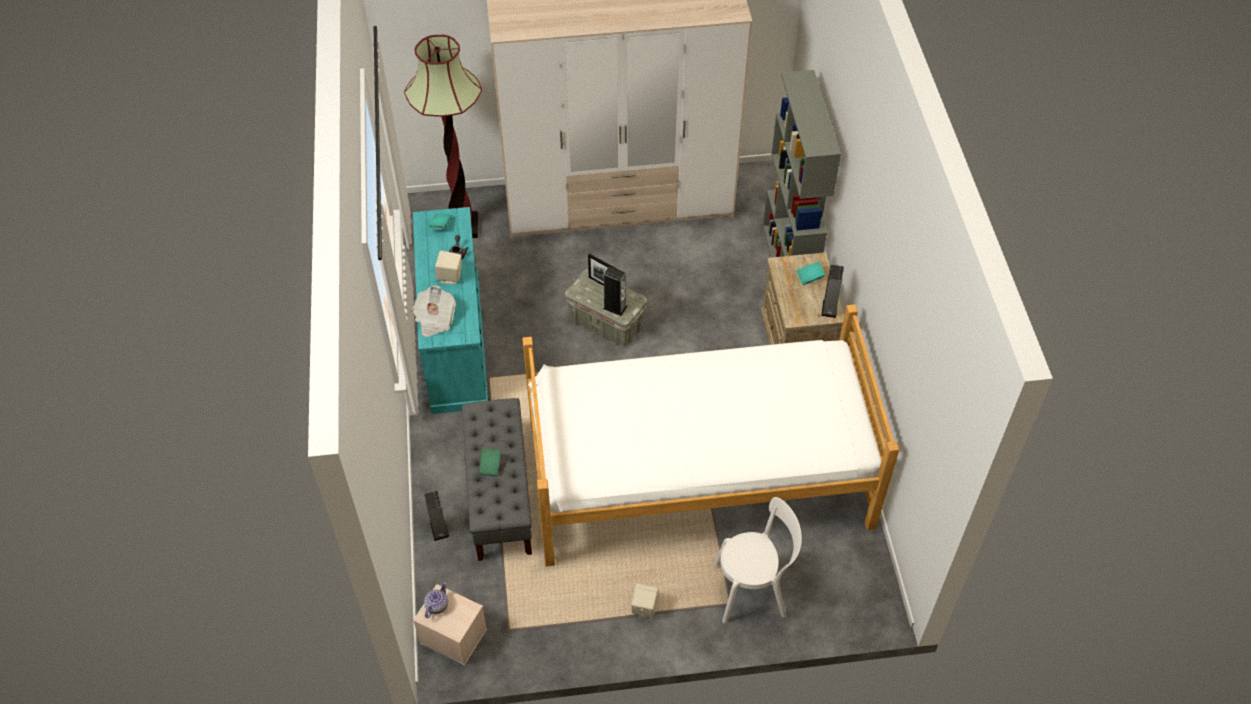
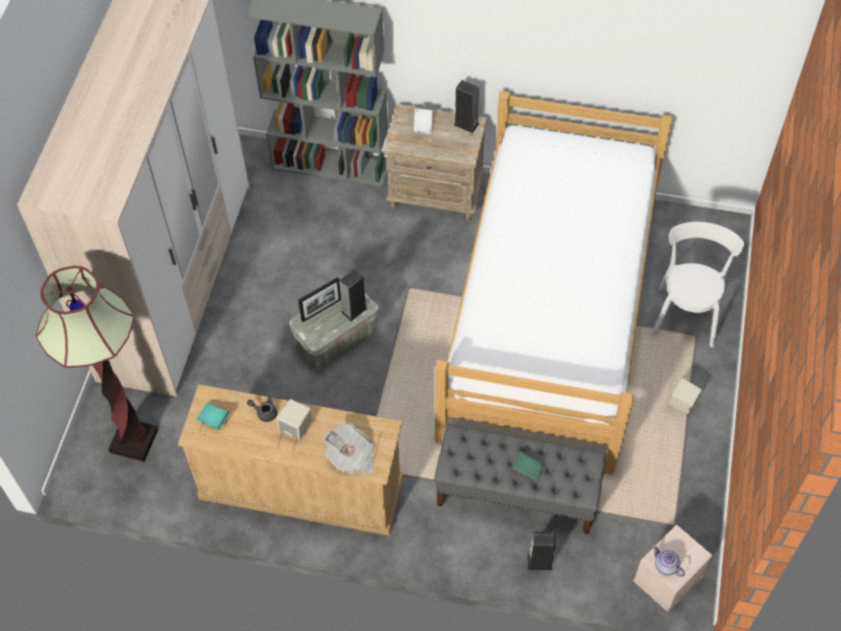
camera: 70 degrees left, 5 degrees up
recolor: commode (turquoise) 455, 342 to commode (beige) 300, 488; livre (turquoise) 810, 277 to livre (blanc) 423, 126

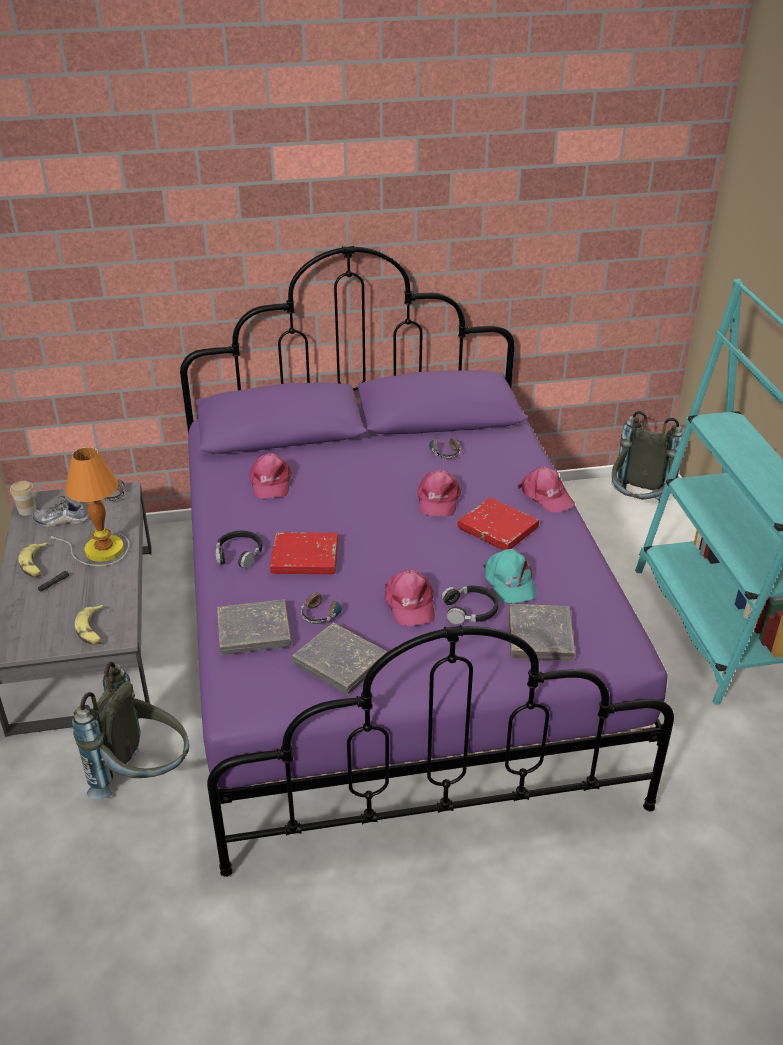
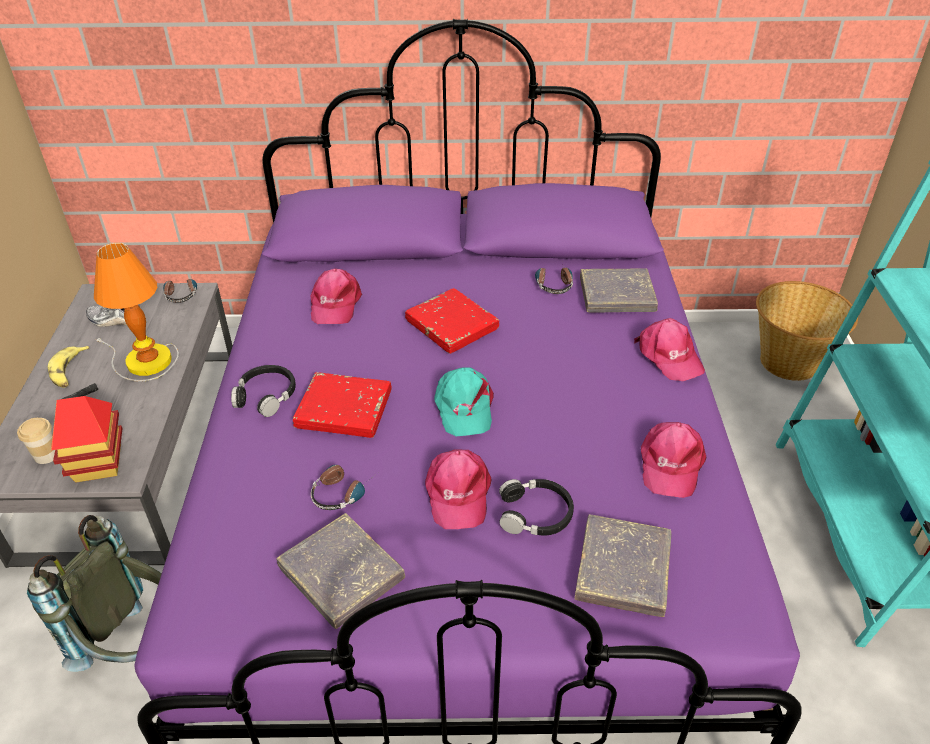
camera: 10 degrees right, 5 degrees up
move: casquette (rose) 438, 500 to 670, 464; tasse 27, 510 to 46, 455; livre (rouge) 498, 528 to 452, 325; casquette (turquoise) 509, 582 to 464, 407; livre (gris) 254, 631 to 617, 295
replace: sac à dos (gris) 637, 506 to panier 789, 361; banane 93, 630 to maison miniature 98, 463

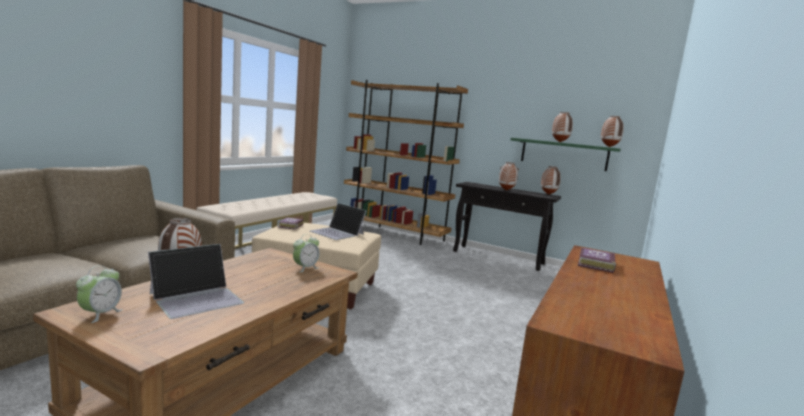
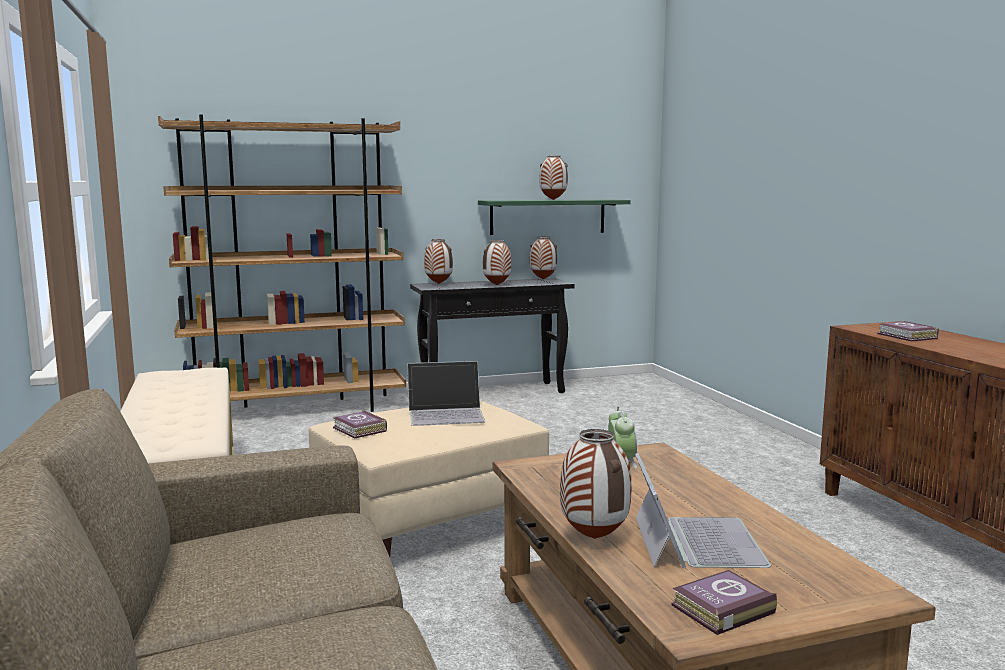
camera: 45 degrees left, 0 degrees up
move: vase 608, 147 to 438, 284
replace: réveil 100, 314 to livre 720, 609

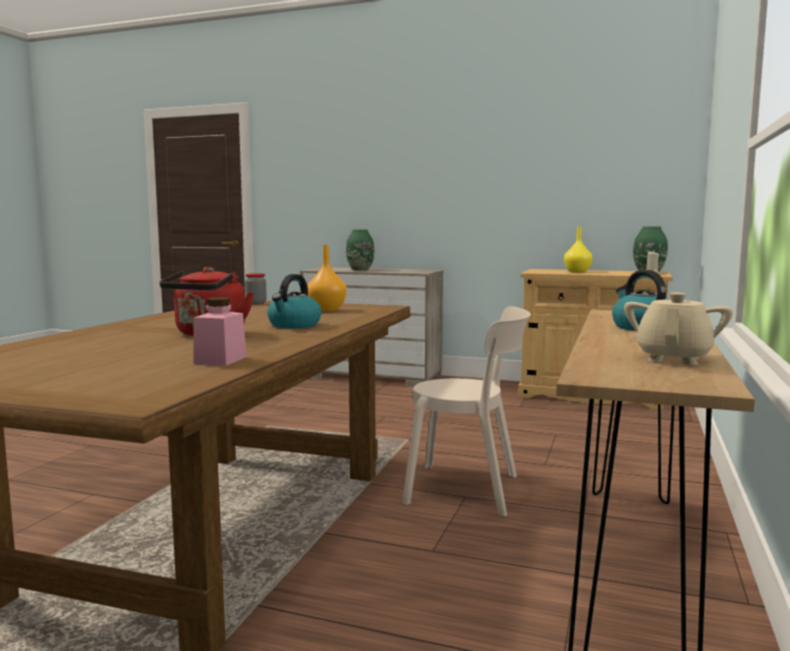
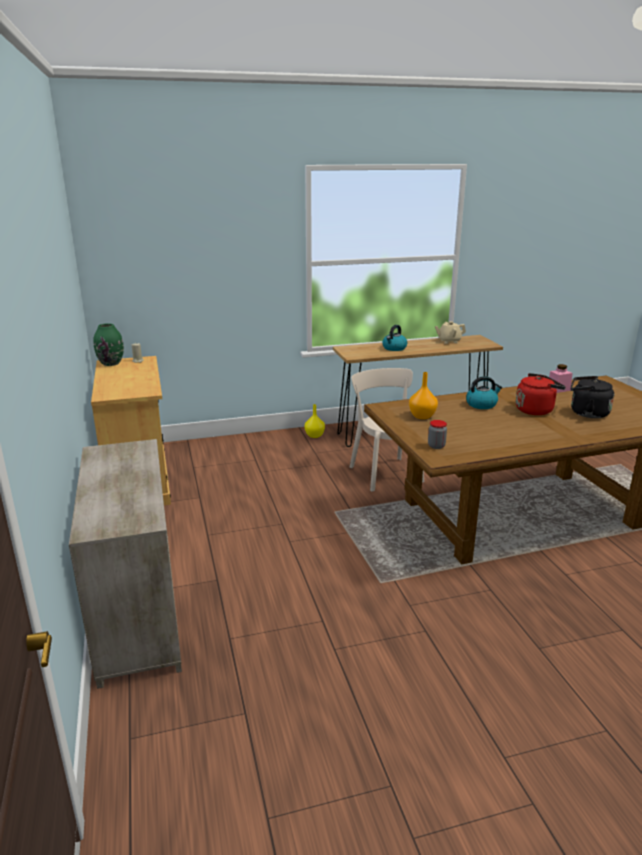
camera: 125 degrees left, 15 degrees up
delete: vase (vert) 360, 269
insert: bouilloire (noir) 586, 413
move: vase (jaune) 576, 272 to 314, 436

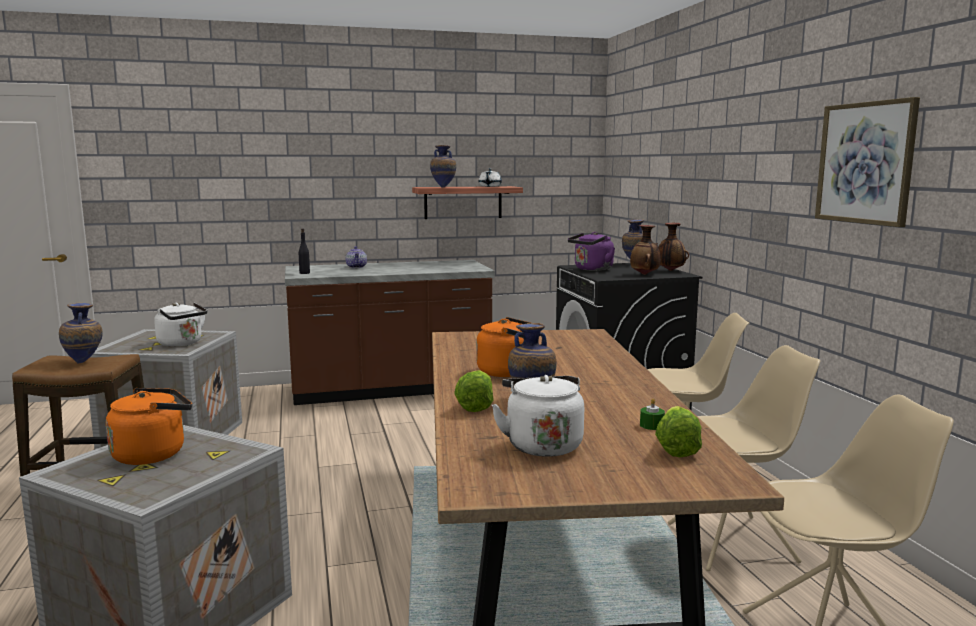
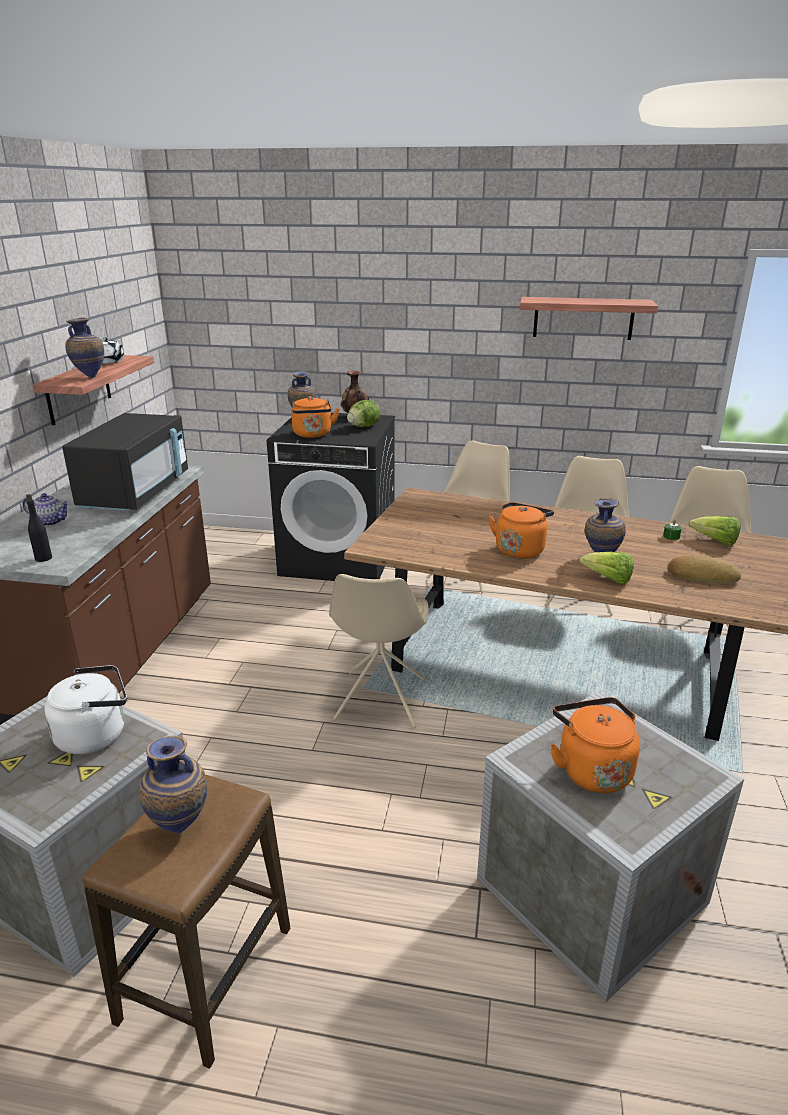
camera: 65 degrees left, 15 degrees up
insert: micro-ondes (noir) 136, 492; chaise (beige) 380, 700
replace: tableau 865, 163 to étagère 583, 318; vase 645, 274 to laitue 363, 426; bouilloire (blanc) 542, 444 to pain 701, 575
recolor: bouilloire (violet) 592, 269 to bouilloire (orange) 313, 435

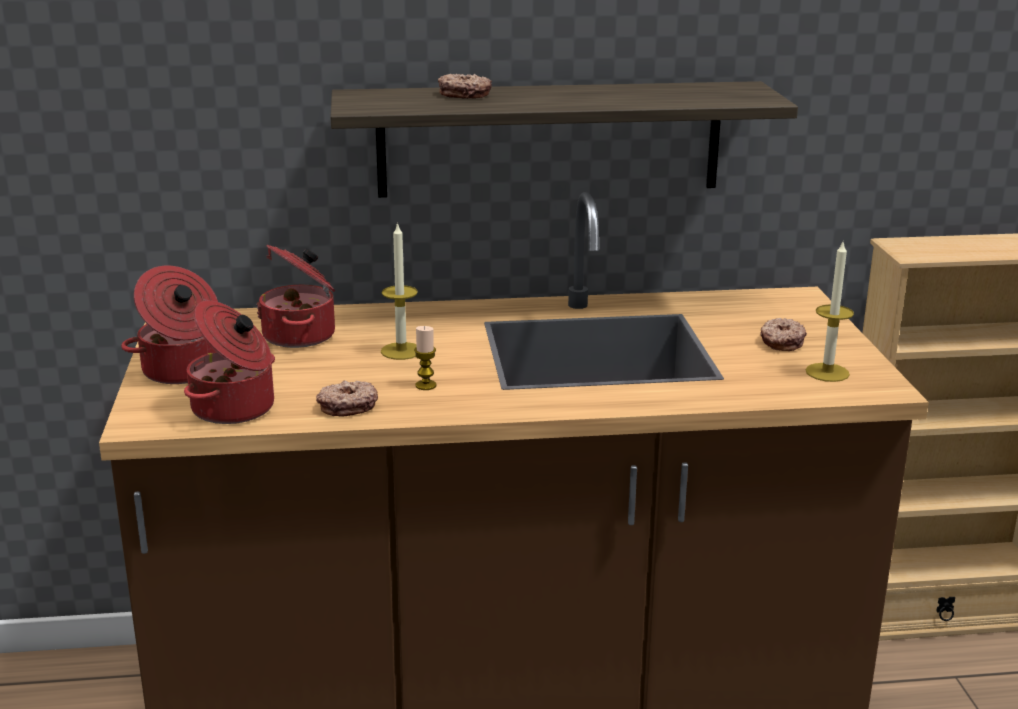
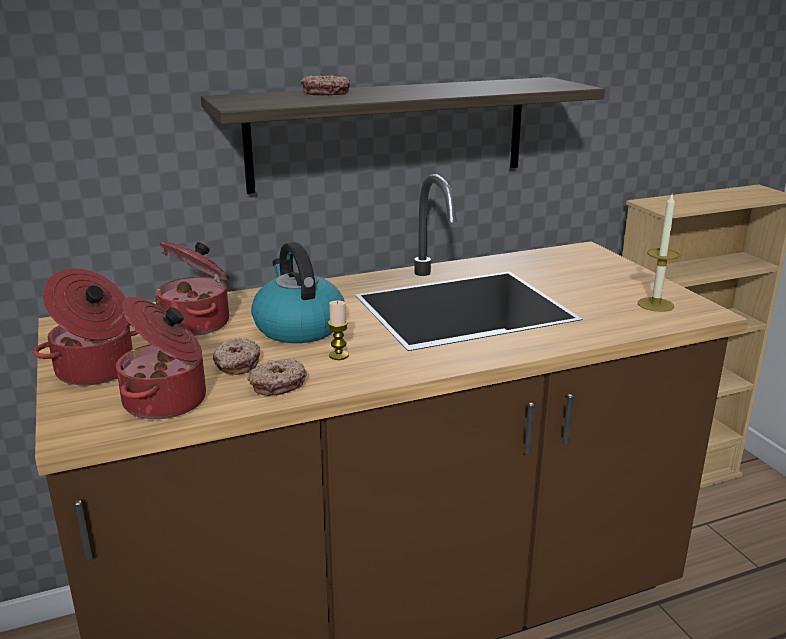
camera: 15 degrees left, 0 degrees up
move: beignet 781, 342 to 236, 364
replace: bougie 401, 351 to bouilloire 298, 327

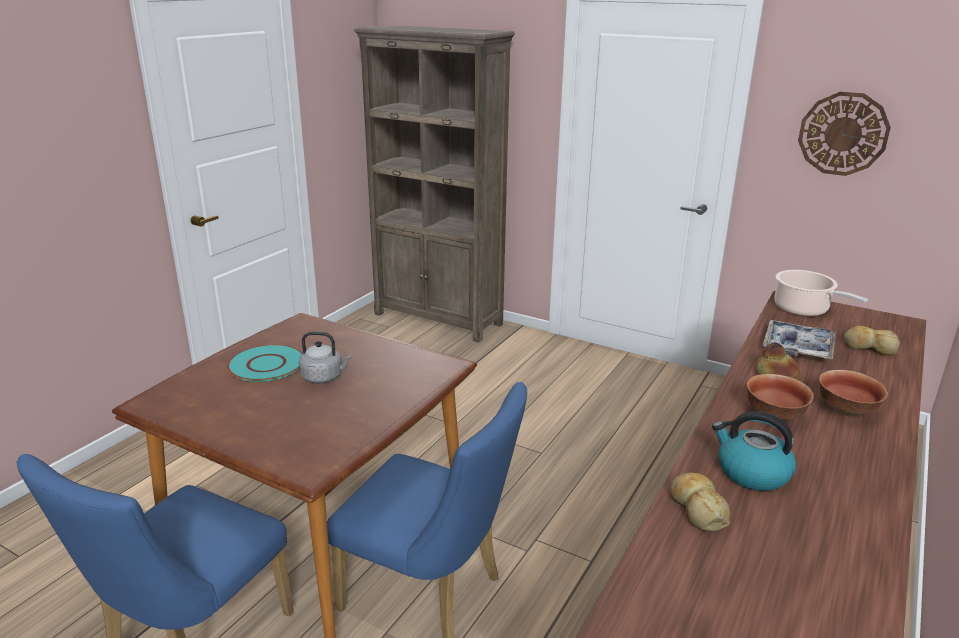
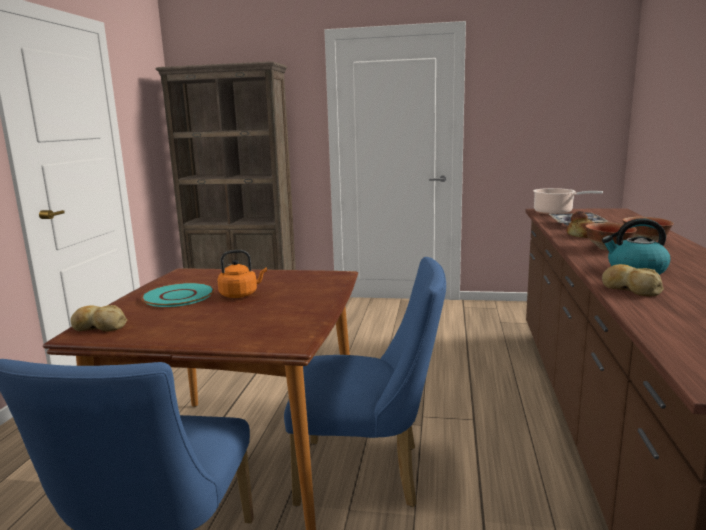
camera: 20 degrees left, 10 degrees down
delete: horloge murale 843, 134
move: pain 869, 347 to 99, 327
recolor: bouilloire (gris) 324, 377 to bouilloire (orange) 241, 295

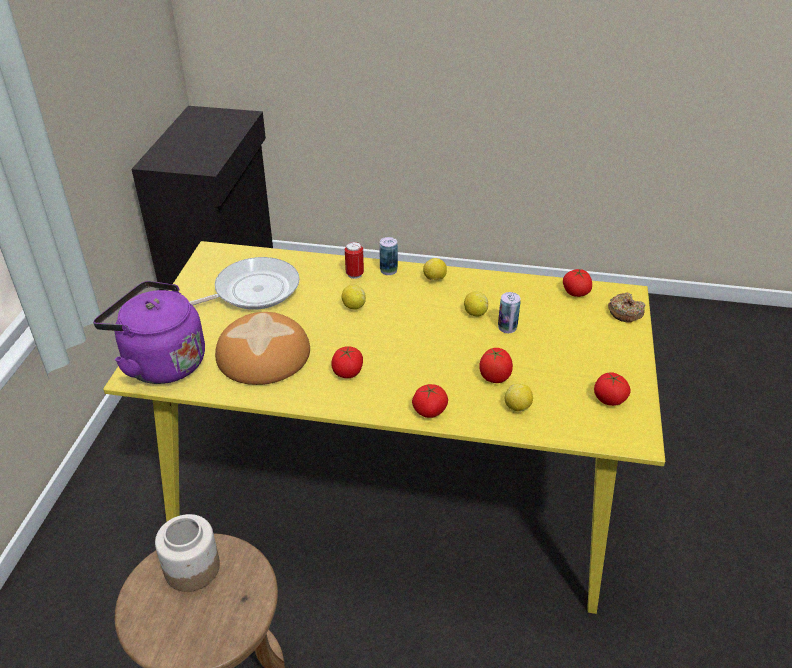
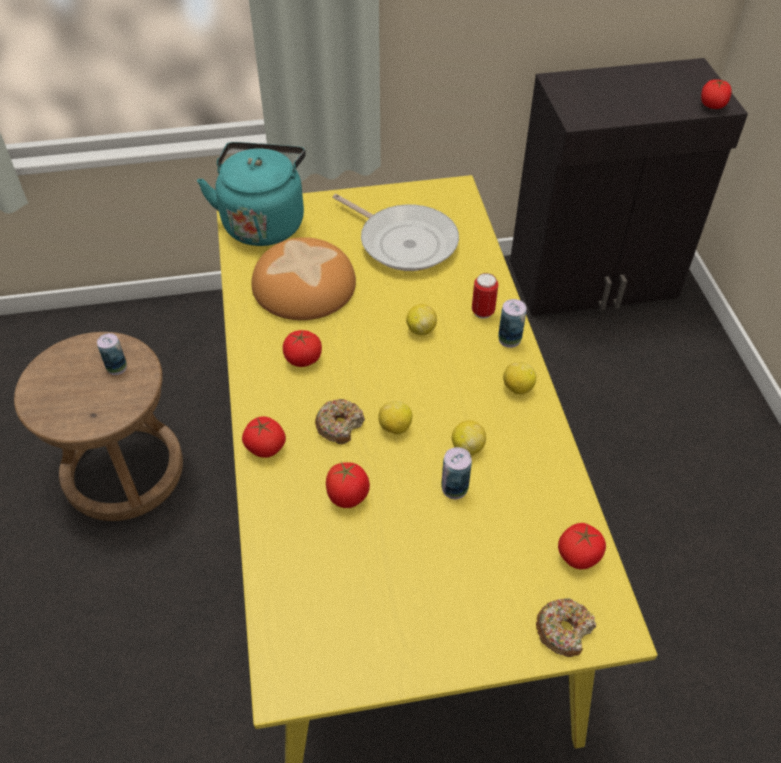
camera: 70 degrees right, 10 degrees up
insert: beignet 340, 425
move: tomate 609, 399 to 712, 105; citron 517, 407 to 395, 427
replace: bocal 192, 569 to boîte métallique 117, 367
recolor: bouilloire (violet) 160, 362 to bouilloire (turquoise) 264, 222

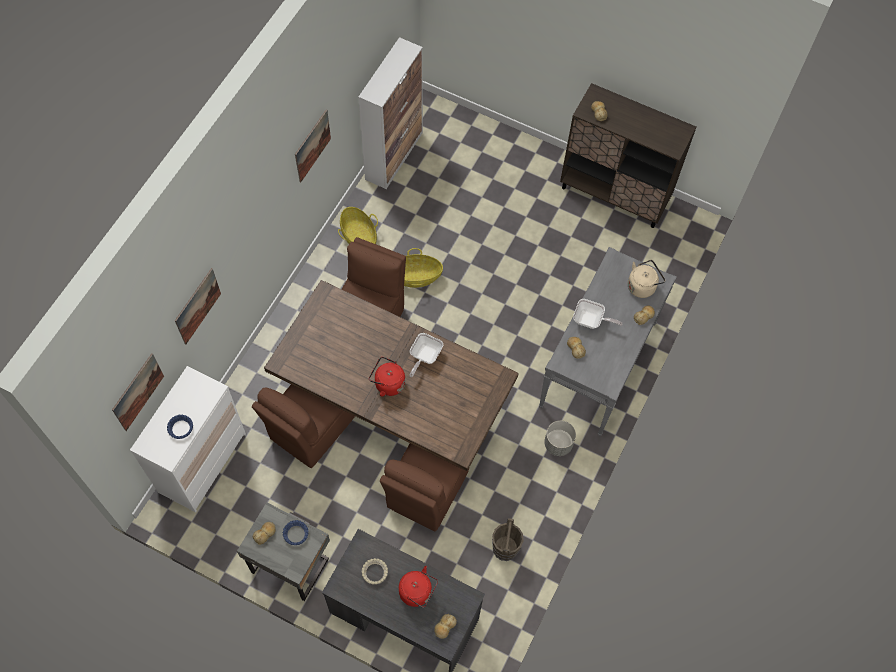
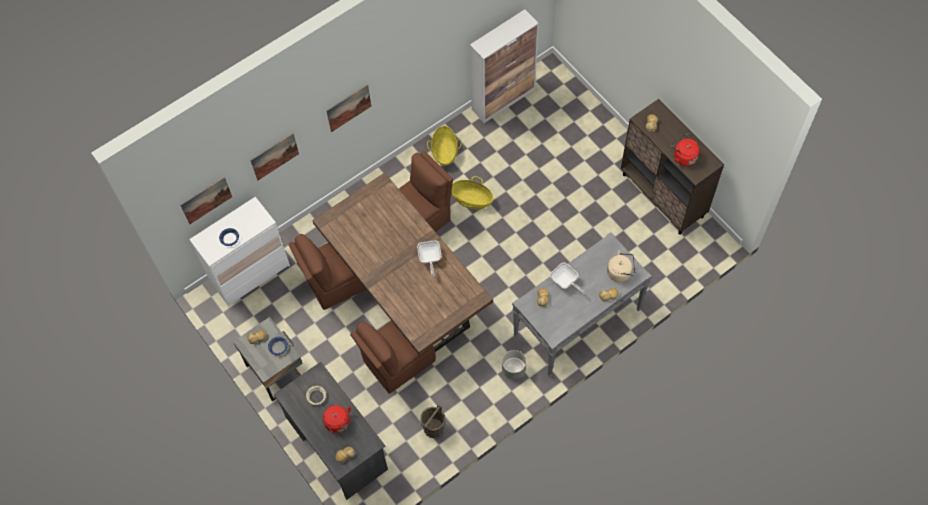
camera: 30 degrees right, 0 degrees up
move: tableau 312, 146 to 348, 107; bouilloire (rouge) 387, 383 to 683, 156
rotate: poêle 424, 357 = 429, 259 60 degrees counterclockwise

